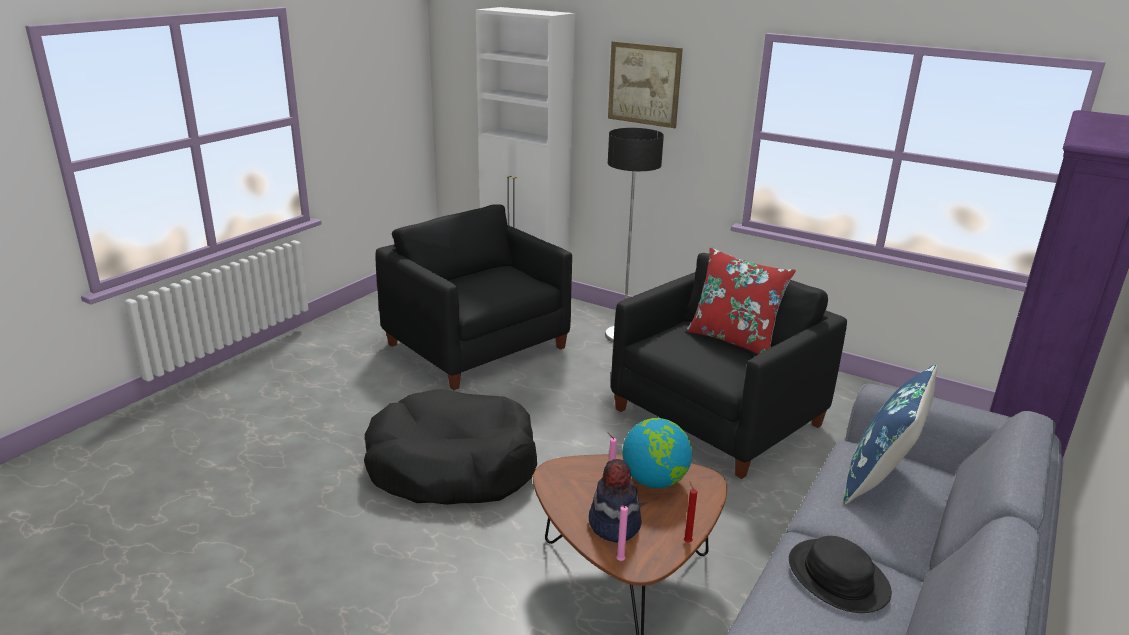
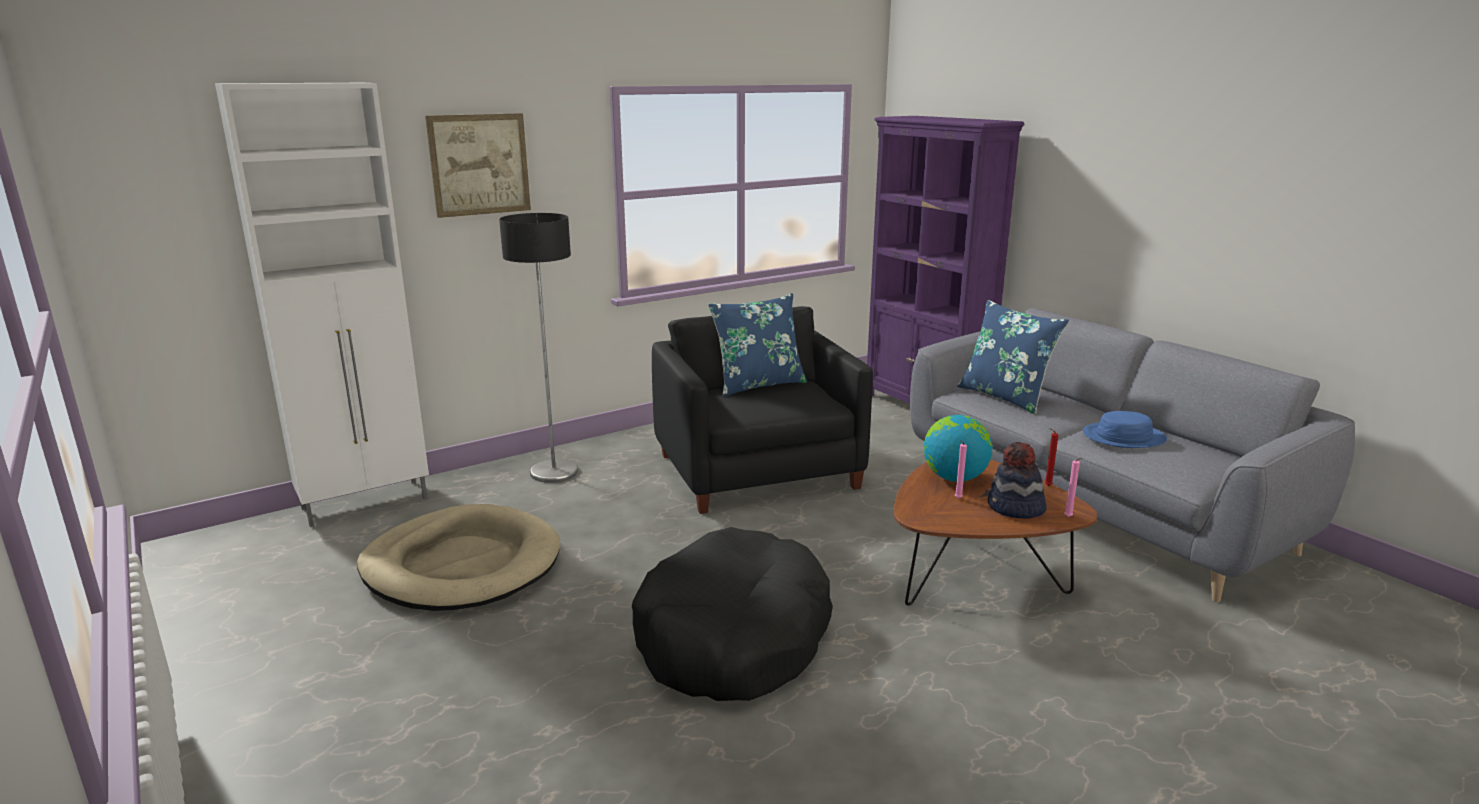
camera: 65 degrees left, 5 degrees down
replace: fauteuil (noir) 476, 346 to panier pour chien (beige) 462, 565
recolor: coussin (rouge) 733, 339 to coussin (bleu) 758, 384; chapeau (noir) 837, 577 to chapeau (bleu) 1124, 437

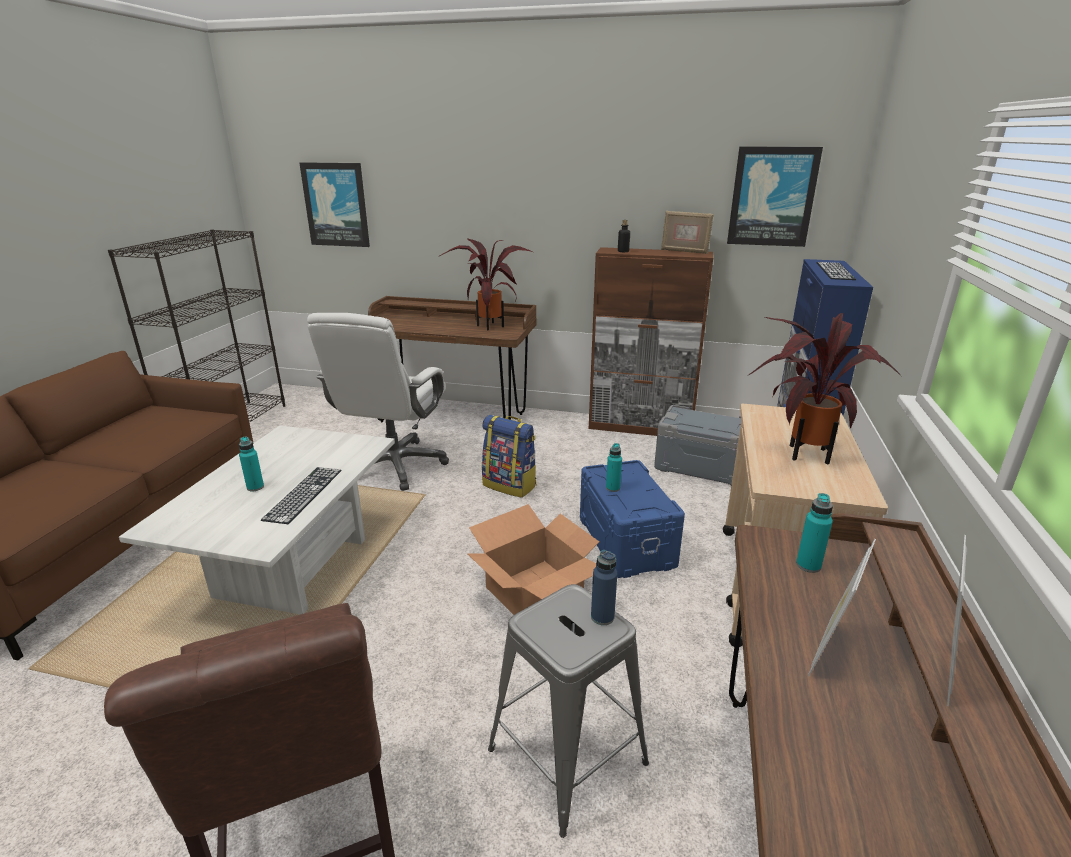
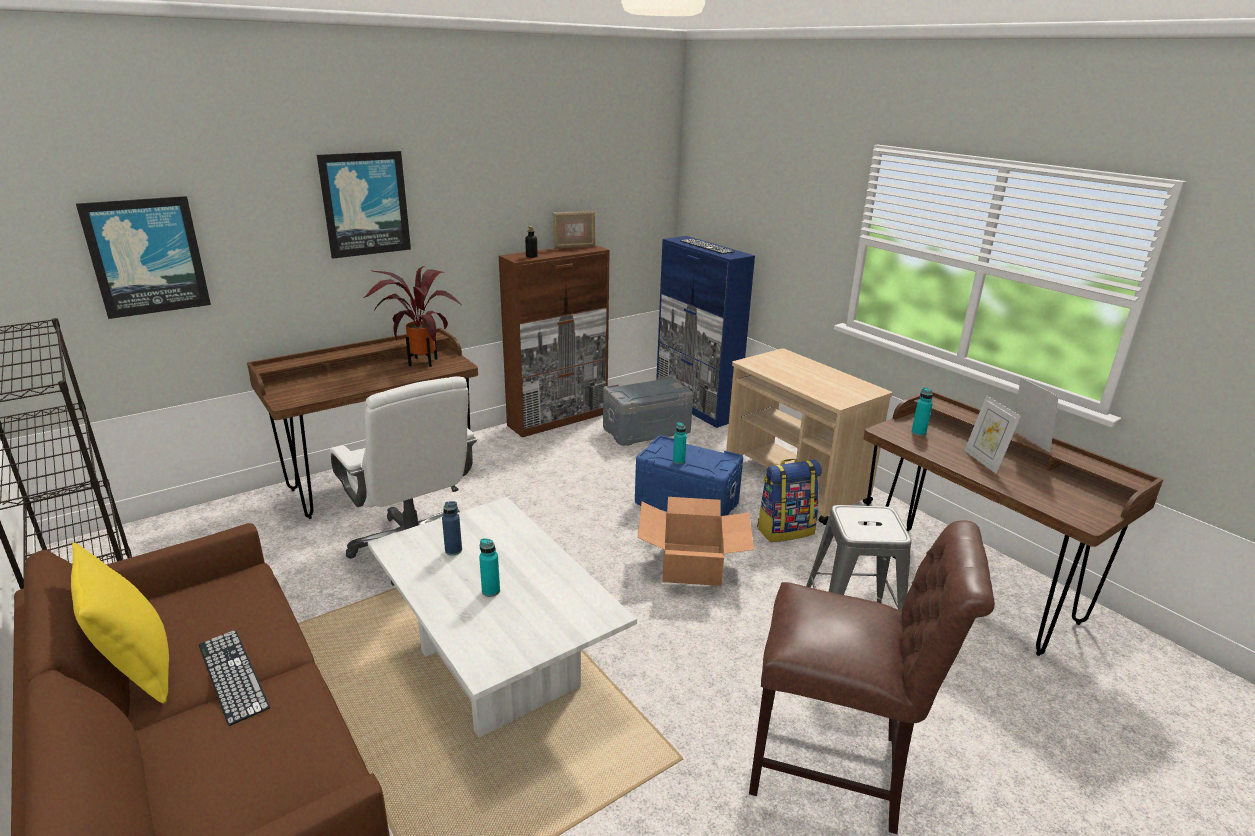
camera: 50 degrees left, 0 degrees up
delete: plante en pot 803, 452
insert: coussin (jaune) 138, 668
move: tableau 772, 197 to 365, 204; sac à dos 510, 485 to 785, 530; clavier 303, 494 to 232, 675; bouteille (bleu) 602, 617 to 453, 550

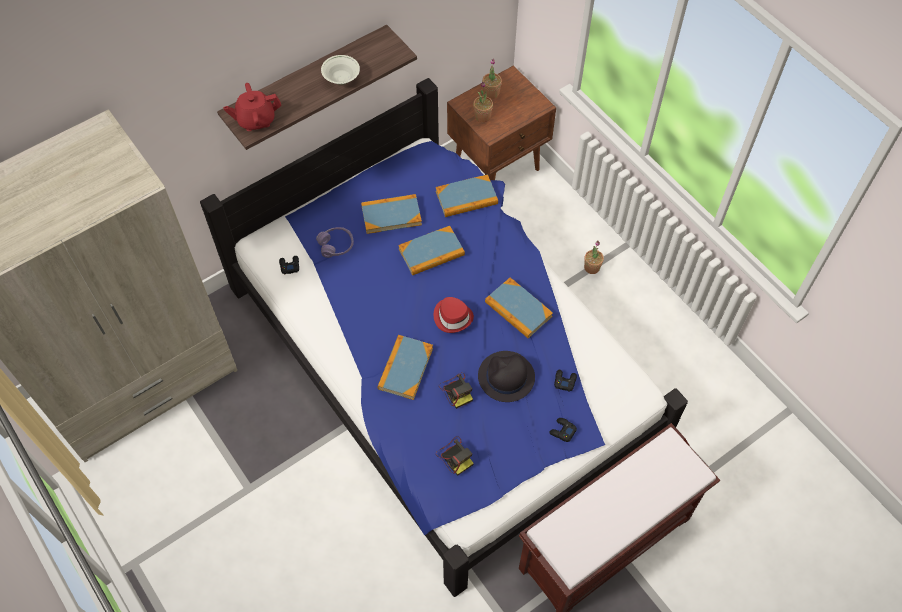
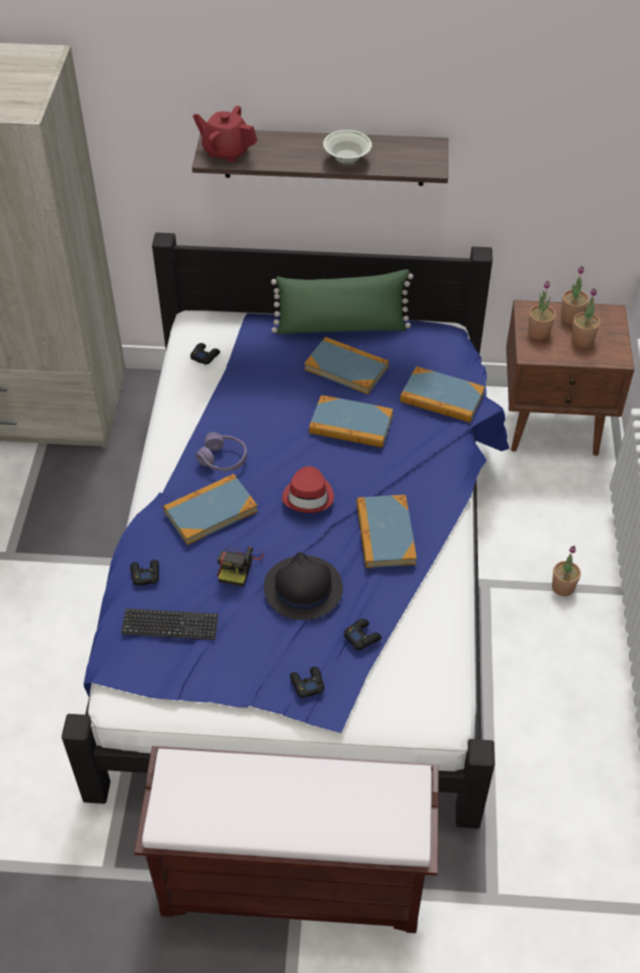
camera: 40 degrees right, 10 degrees down
insert: coussin (vert) 341, 327; plante en pot 582, 340; manette (noir) 145, 574
move: casque audio (violet) 336, 245 to 223, 459
replace: appareil photo 455, 456 to clavier 170, 625

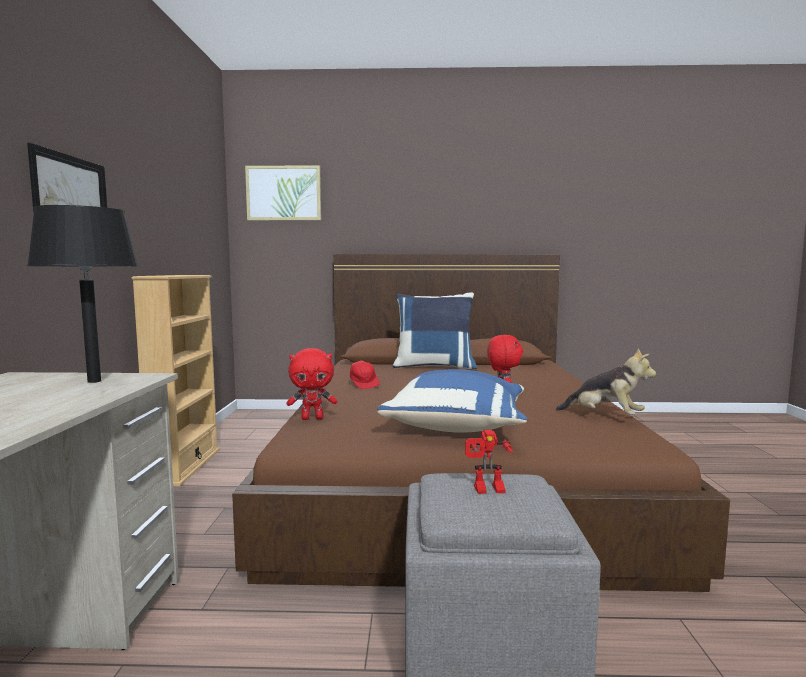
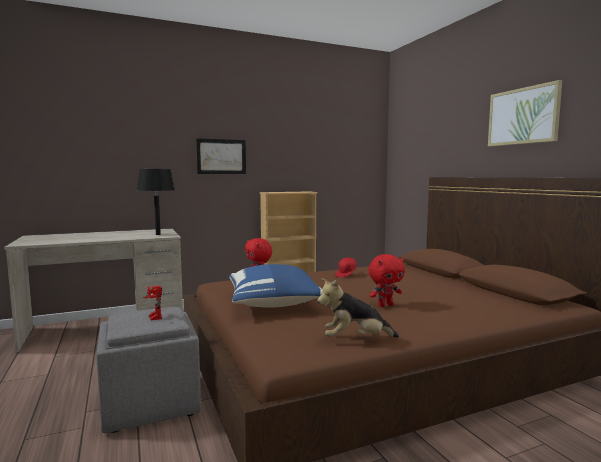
camera: 65 degrees right, 0 degrees up
delete: coussin (bleu) 434, 366
move: tableau 284, 193 to 523, 116
rotate: peluche 604, 417 = 355, 339 75 degrees clockwise

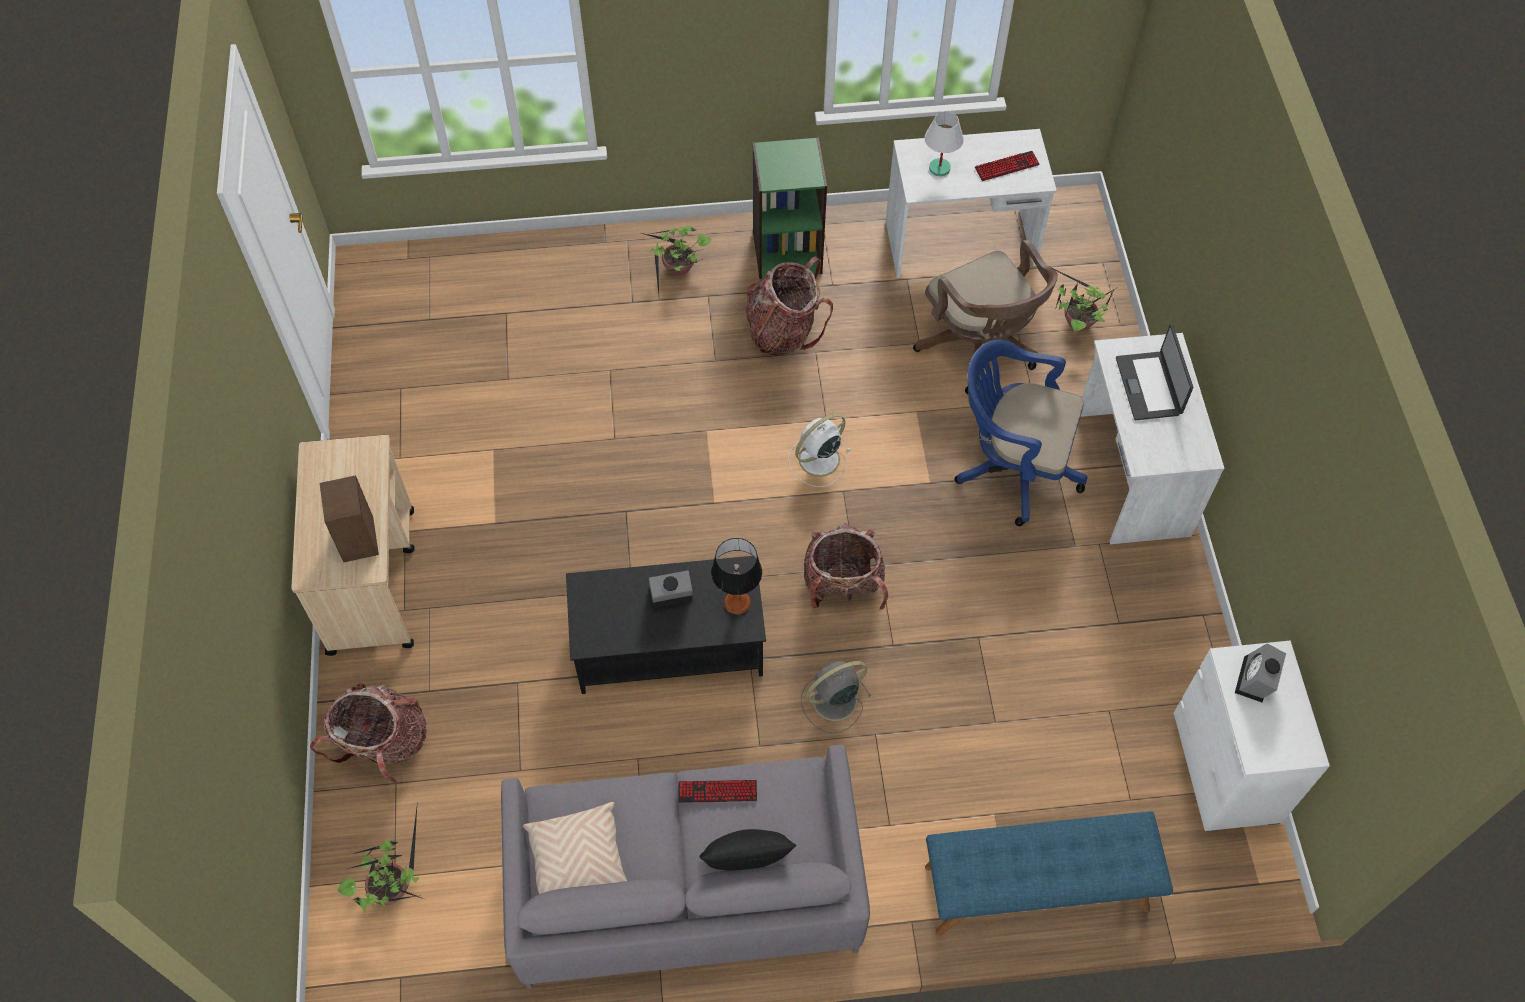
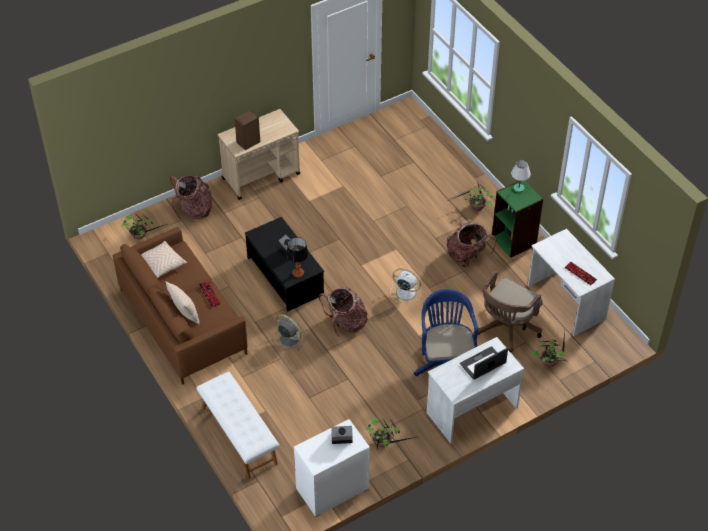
camera: 65 degrees right, 10 degrees down
insert: plante en pot 383, 443
move: lampe de table (blanc) 939, 169 to 518, 188
recolor: canapé (gris) 686, 886 to canapé (marron) 183, 321; banc (bleu) 1036, 889 to banc (blanc) 238, 436; coussin (noir) 747, 862 to coussin (beige) 185, 314

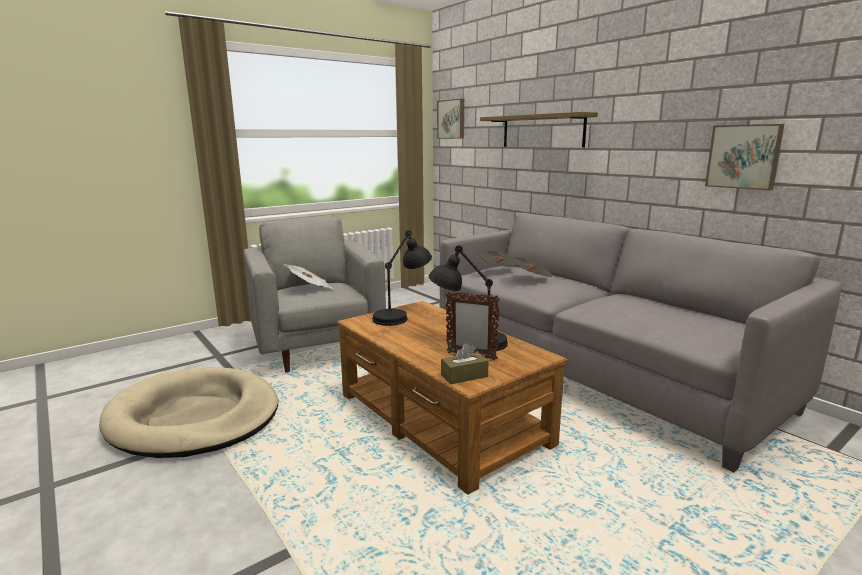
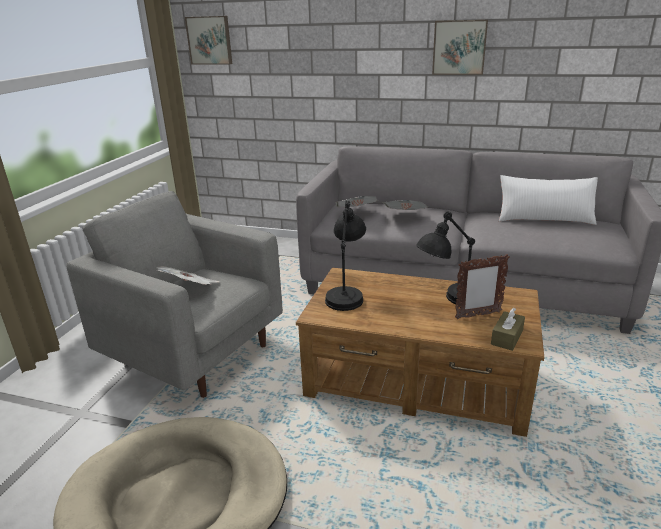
camera: 35 degrees left, 10 degrees up
delete: étagère 542, 131
insert: coussin (blanc) 544, 219
move: tableau 744, 156 to 459, 47

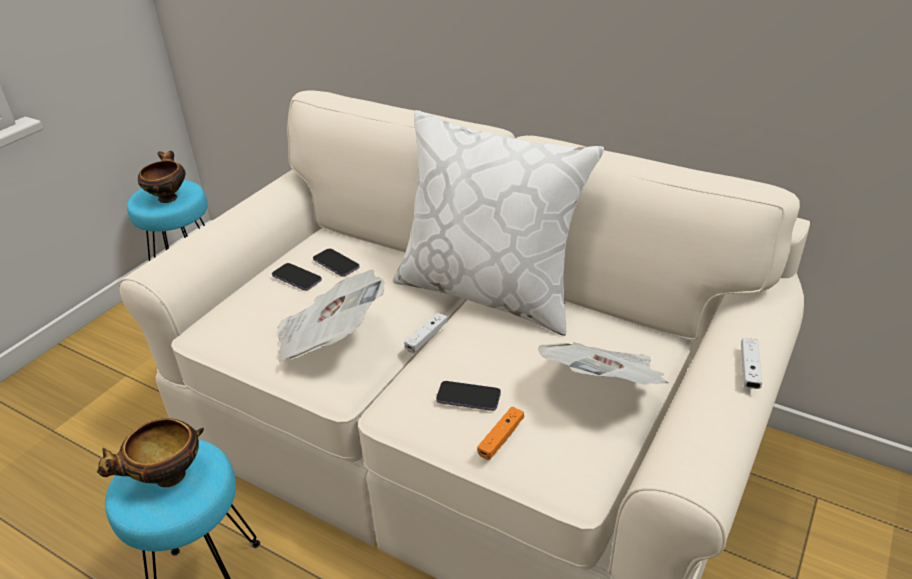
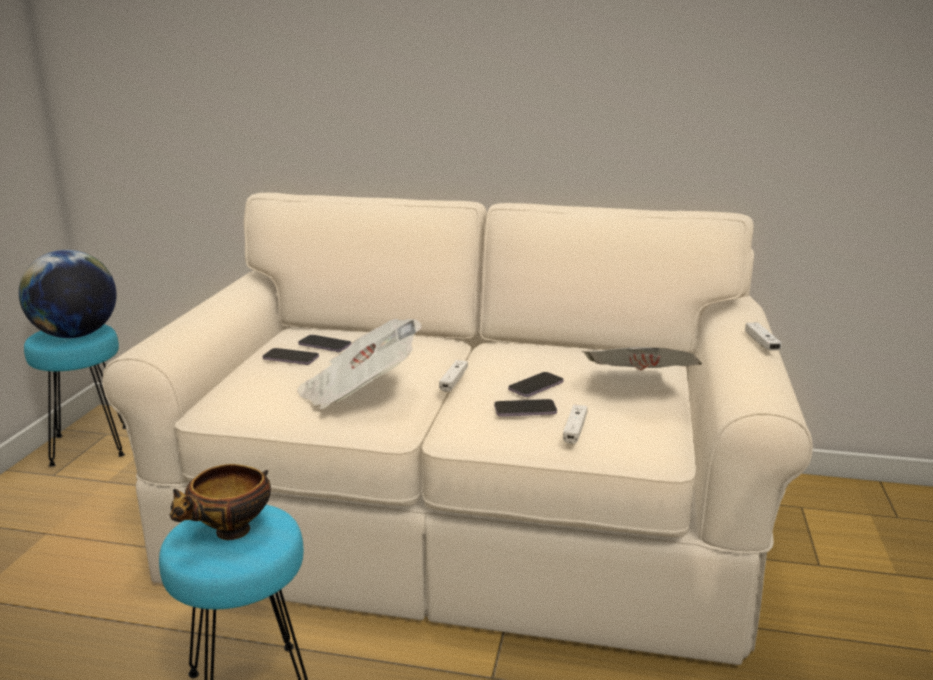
camera: 20 degrees left, 15 degrees down
delete: coussin (blanc) 489, 291
insert: téléphone 536, 386
replace: bol 168, 197 to globe 76, 335
recolor: manette (orange) 501, 438 to manette (blanc) 575, 430

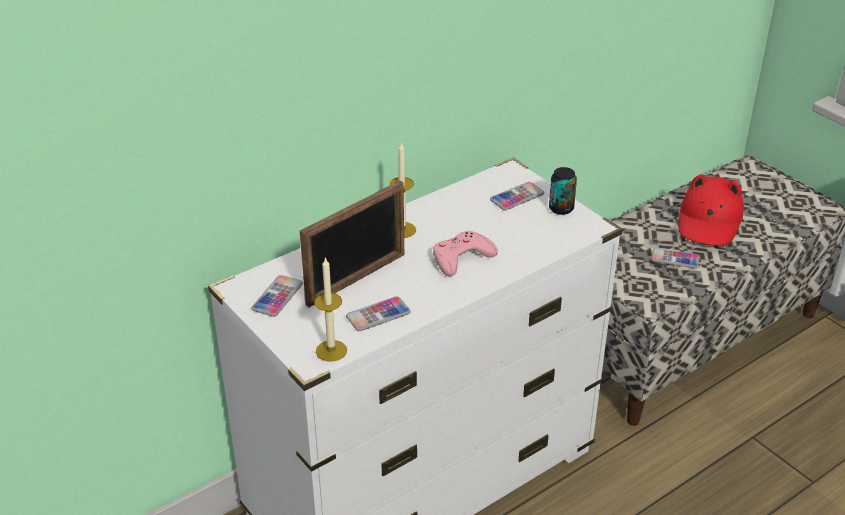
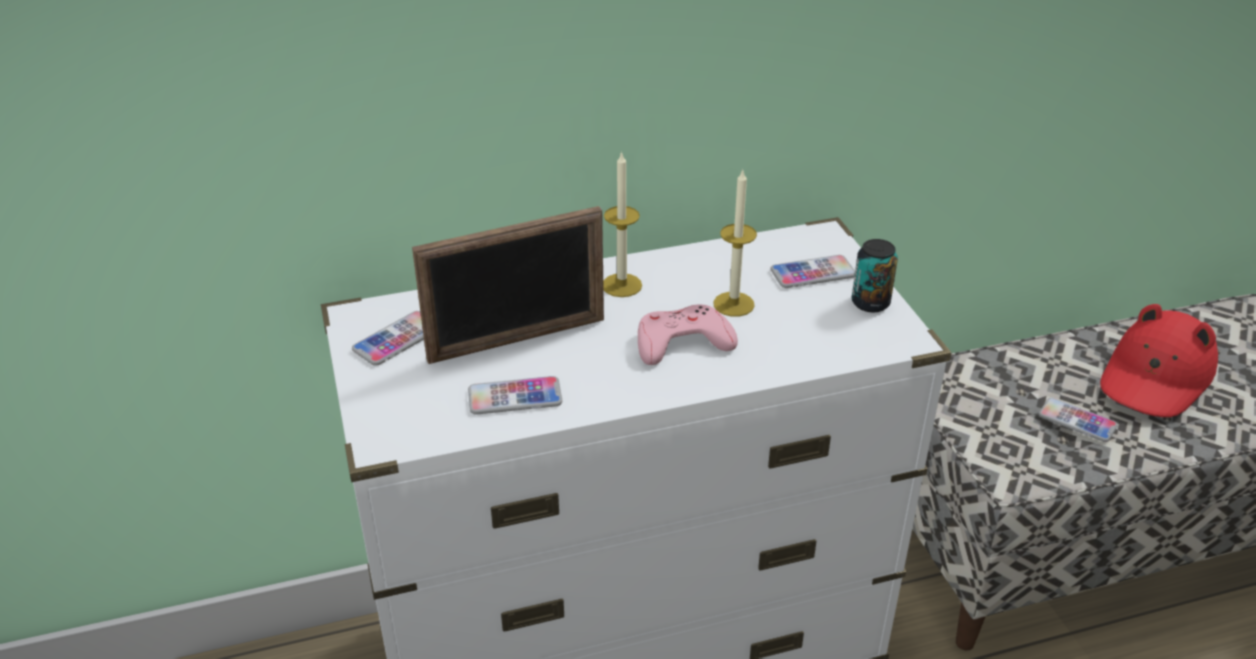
camera: 20 degrees right, 0 degrees up
move: bougie 331, 350 to 733, 304

